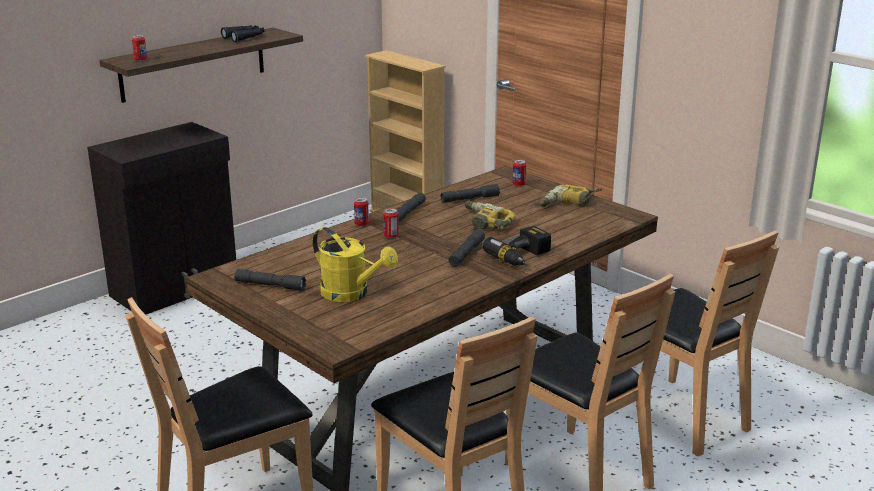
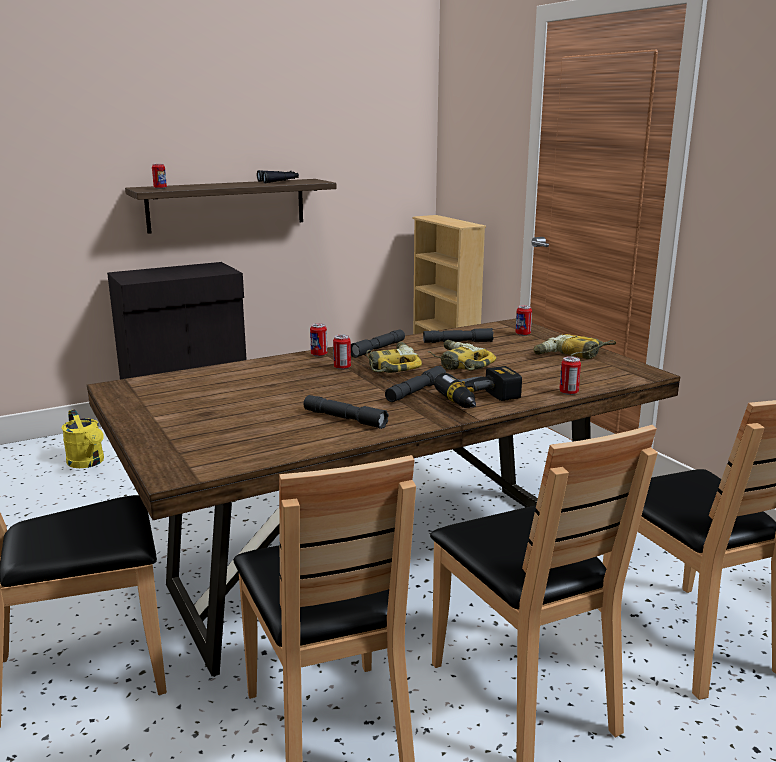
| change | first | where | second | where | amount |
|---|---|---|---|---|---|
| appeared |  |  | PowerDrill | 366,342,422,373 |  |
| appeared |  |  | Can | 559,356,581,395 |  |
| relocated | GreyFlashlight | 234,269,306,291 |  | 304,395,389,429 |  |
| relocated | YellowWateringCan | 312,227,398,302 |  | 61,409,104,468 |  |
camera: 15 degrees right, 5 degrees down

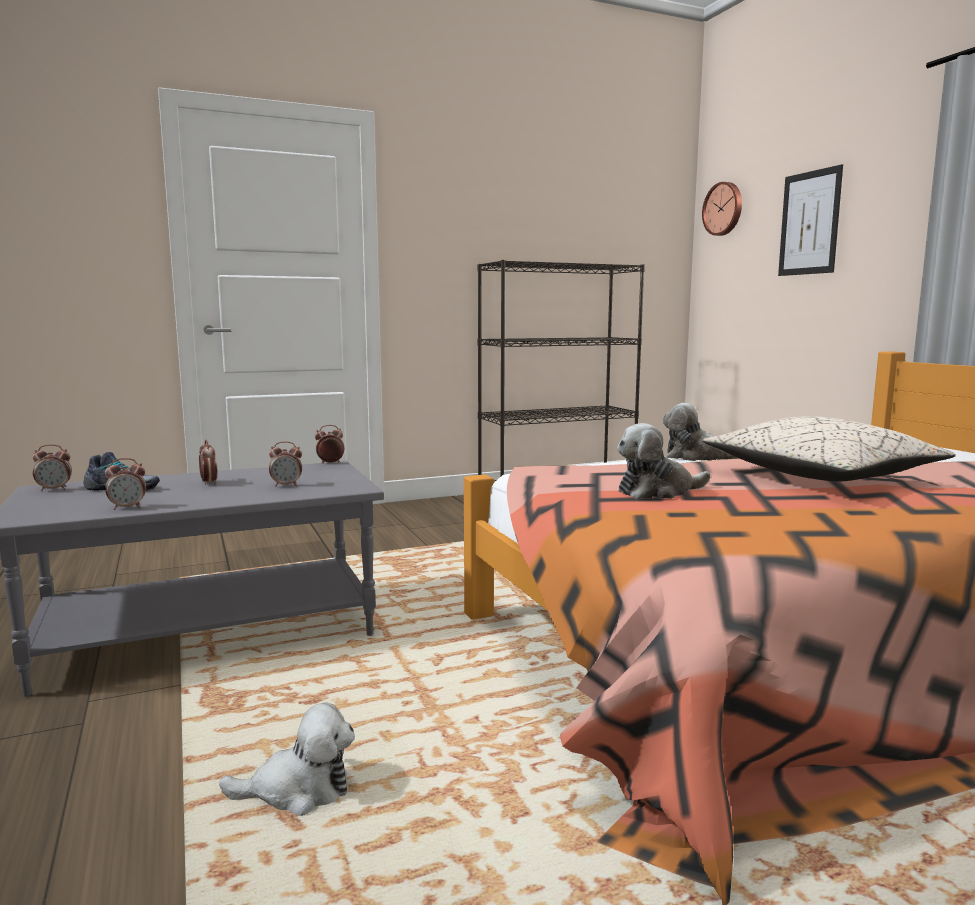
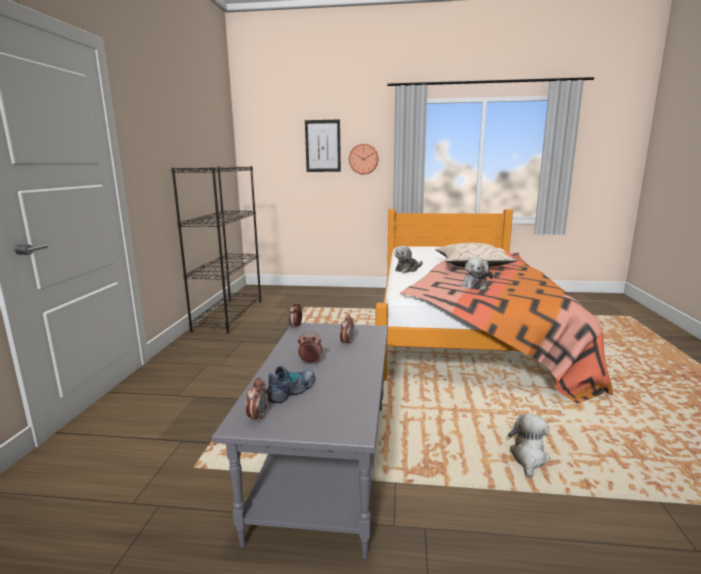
| change | first | where | second | where | amount |
|---|---|---|---|---|---|
| missing | AlarmClock | 105,458,146,510 |  |  |  |
| relocated | WallClock | 702,182,742,236 |  | 349,144,379,174 |  |
camera: 60 degrees left, 5 degrees up

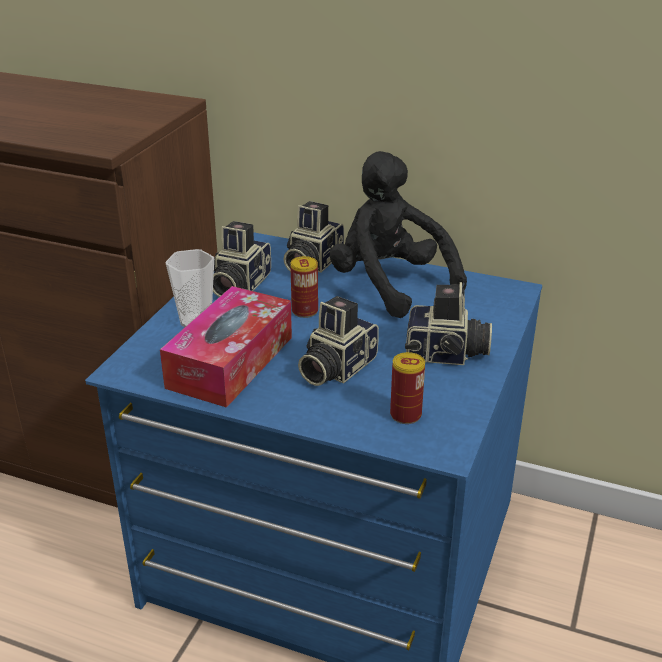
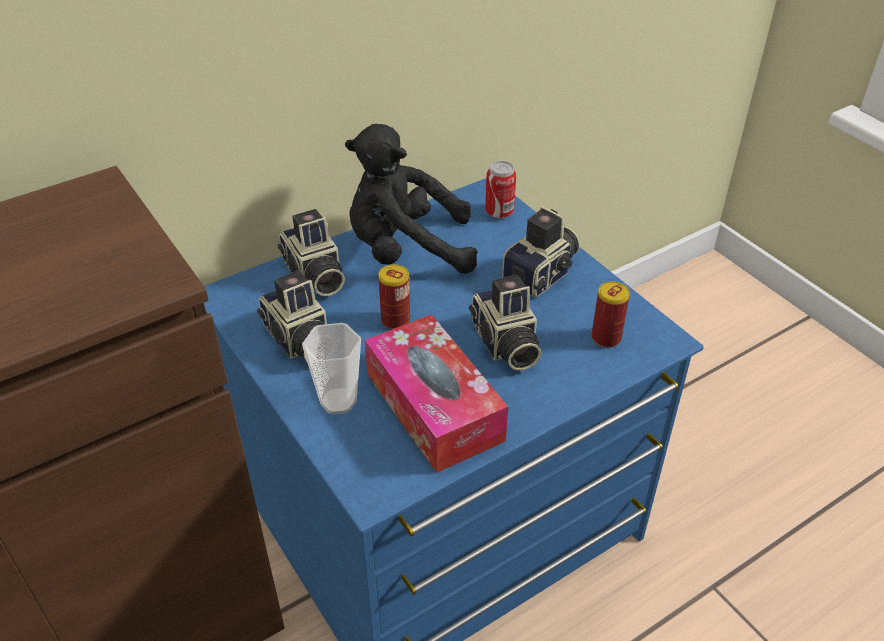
| change | first | where | second | where | amount |
|---|---|---|---|---|---|
| appeared |  |  | Can | 485,161,516,219 |  |
camera: 55 degrees left, 10 degrees up

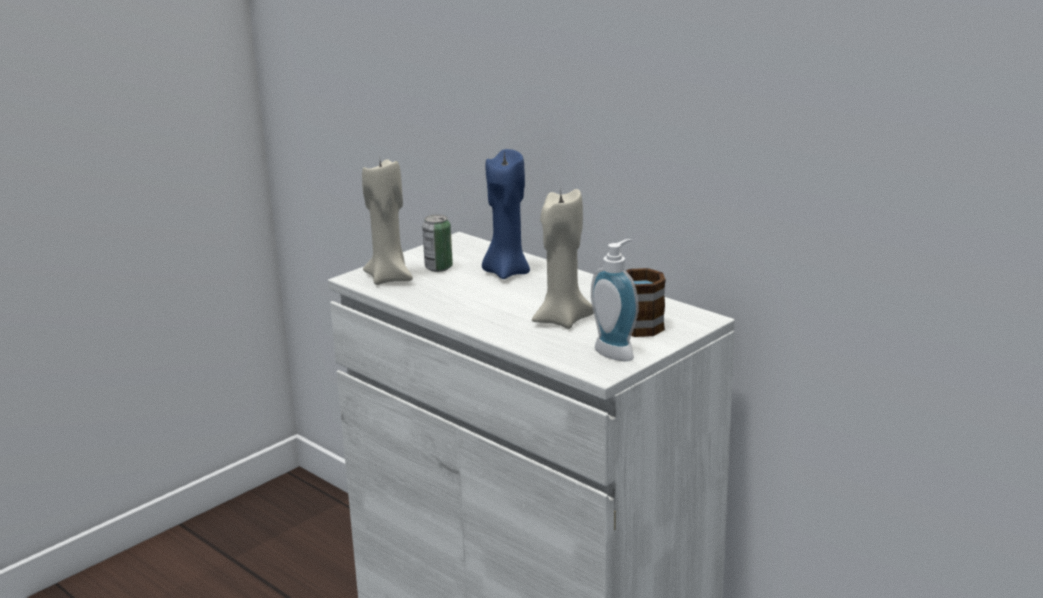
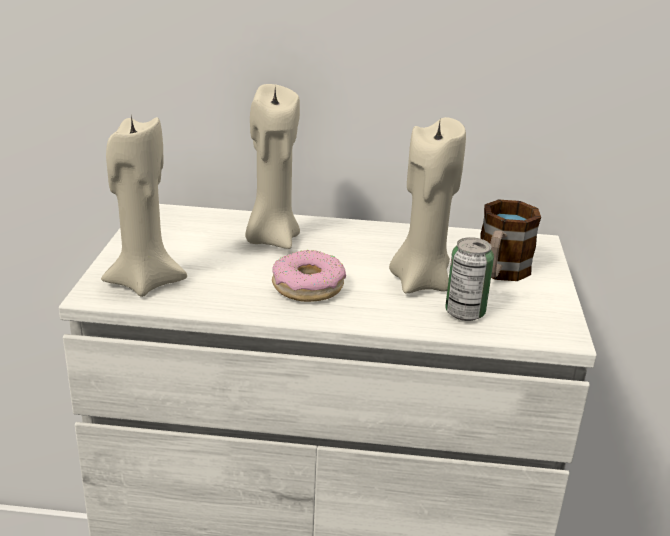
| change | first | where | second | where | amount |
|---|---|---|---|---|---|
| missing | SoapDispenser | 591,239,638,361 |  |  |  |
| appeared |  |  | Donut | 272,250,346,302 |  |
| relocated | Can | 422,214,453,272 |  | 445,237,494,321 |  |
| colour | BlueCandle | 482,149,530,279 | BeigeCandle | 245,84,300,249 |  |
camera: 40 degrees left, 5 degrees up

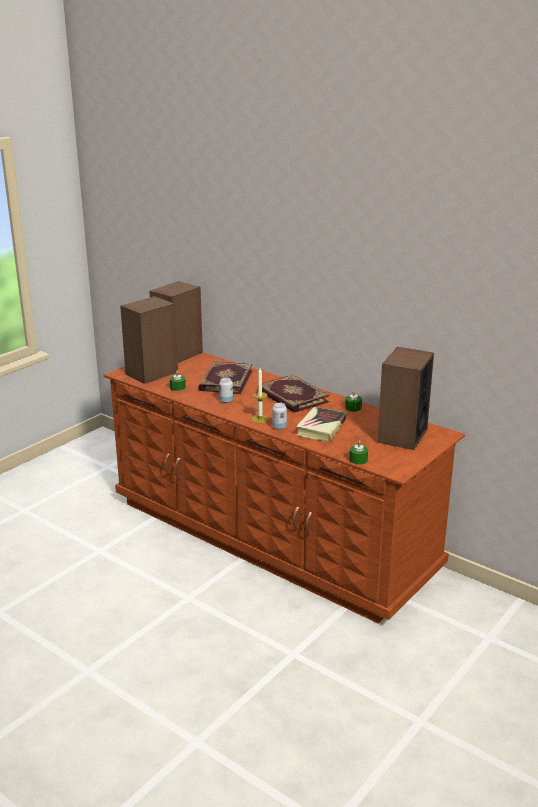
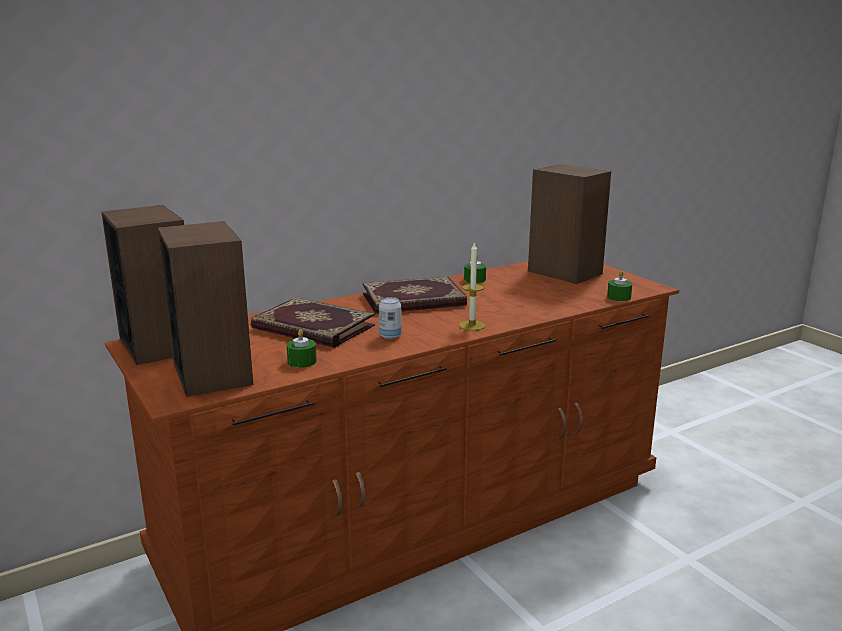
| change | first | where | second | where | amount |
|---|---|---|---|---|---|
| missing | Can | 272,403,287,430 |  |  |  |
| missing | Book | 296,407,346,442 |  |  |  |
camera: 70 degrees left, 5 degrees down

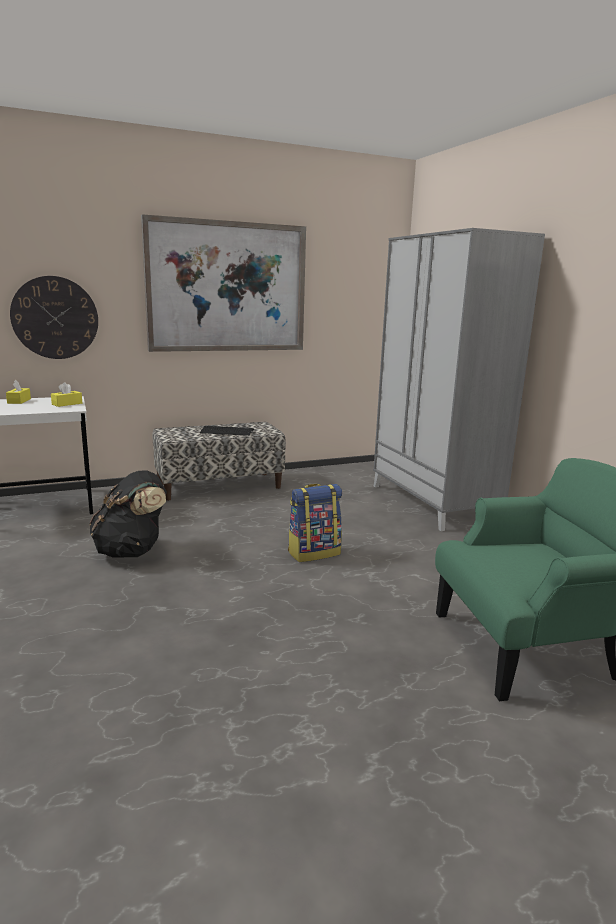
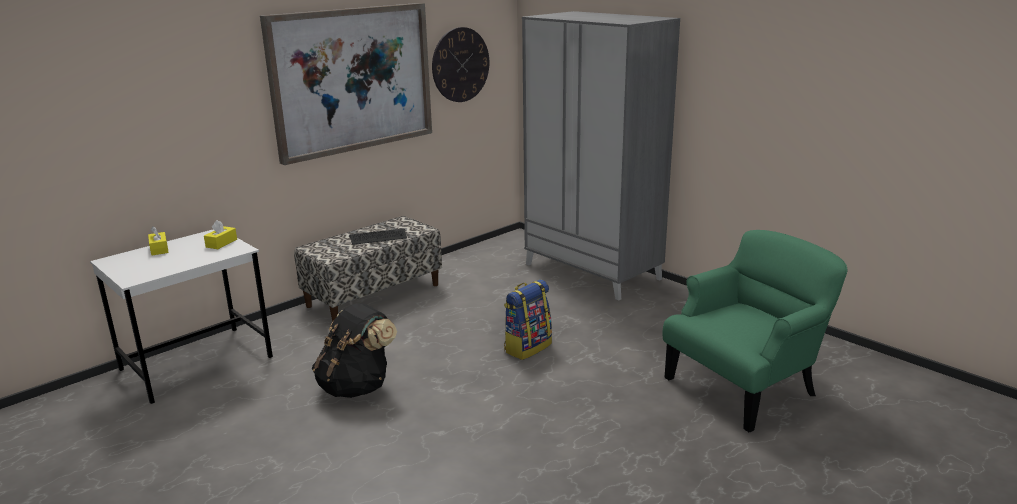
| change | first | where | second | where | amount |
|---|---|---|---|---|---|
| relocated | WallClock | 10,276,98,359 |  | 432,27,489,102 |  |
camera: 20 degrees left, 5 degrees up

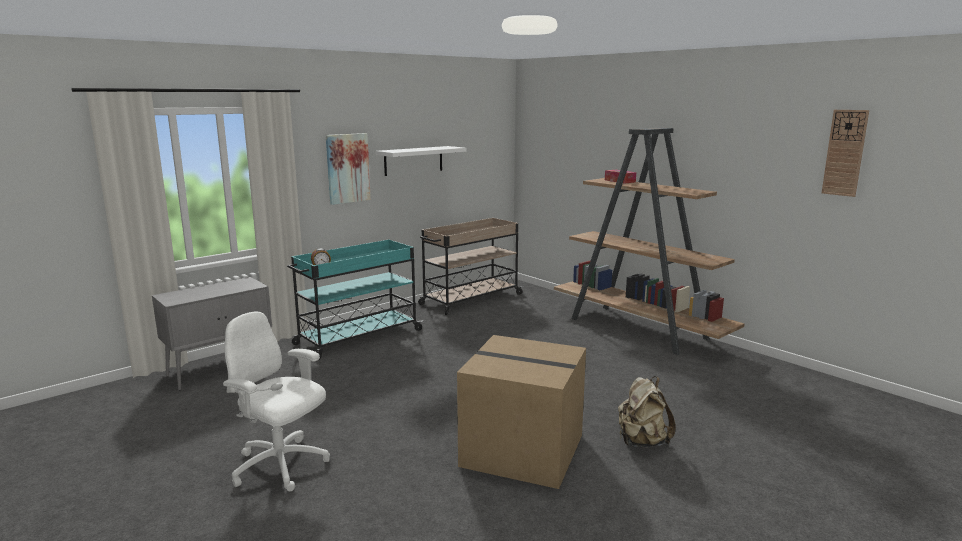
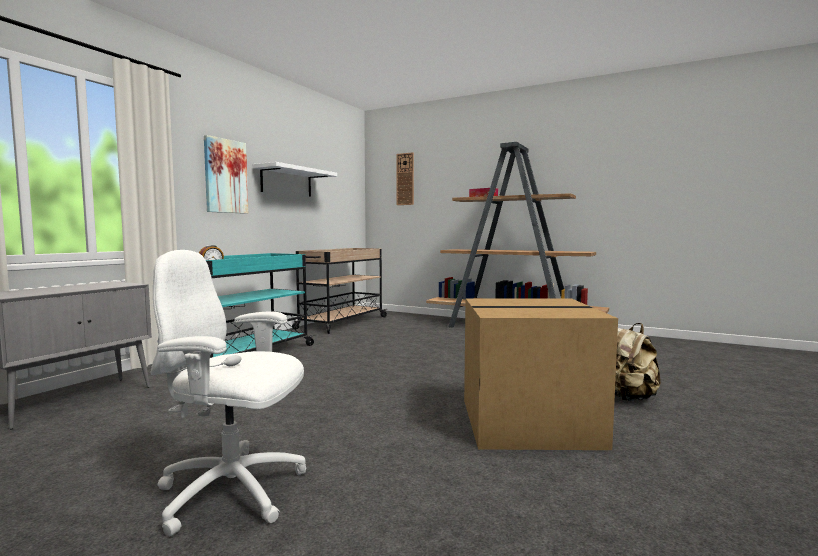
| change | first | where | second | where | amount |
|---|---|---|---|---|---|
| relocated | WallClock | 822,110,869,197 |  | 396,152,414,205 |  |
camera: 20 degrees left, 10 degrees down

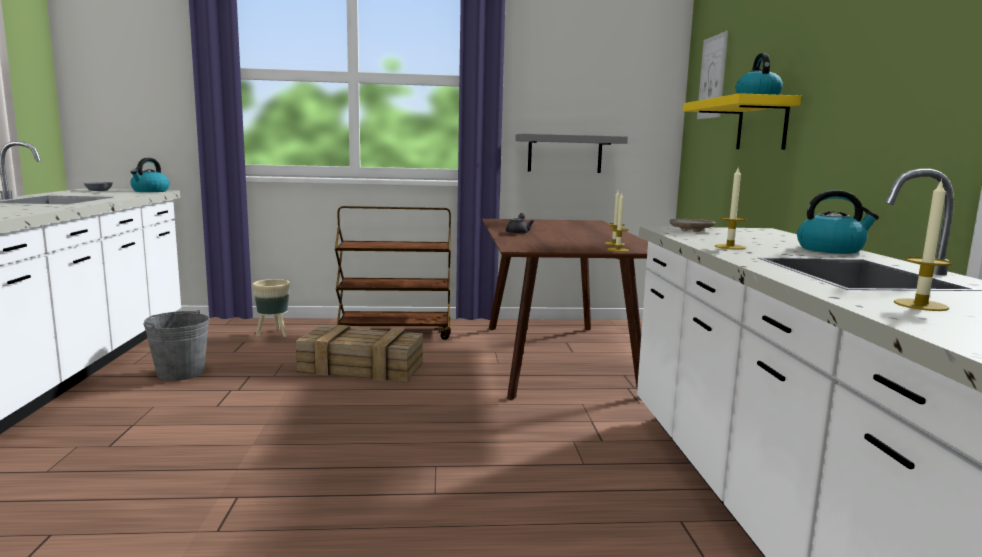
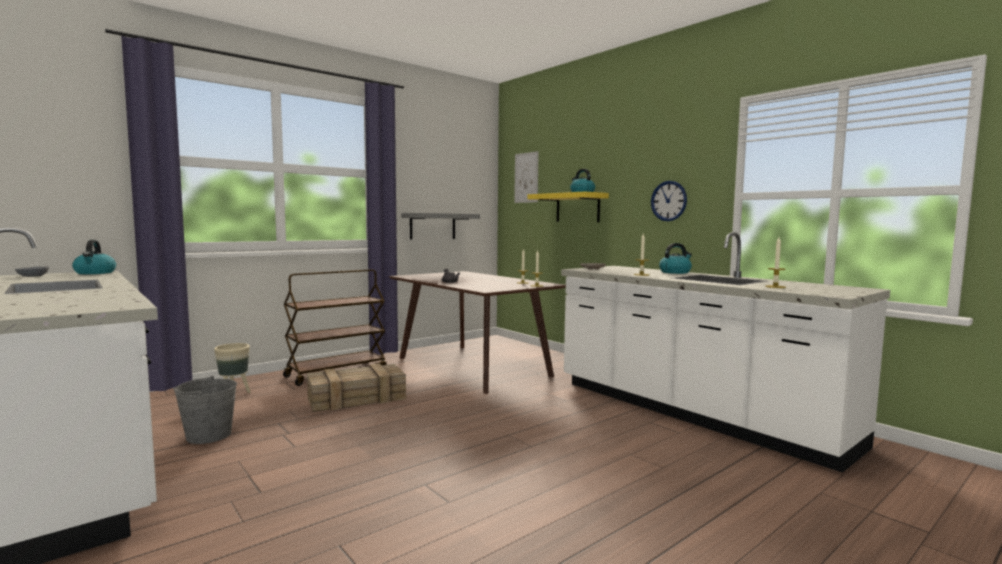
| change | first | where | second | where | amount |
|---|---|---|---|---|---|
| appeared |  |  | WallClock | 651,181,687,221 |  |
camera: 35 degrees left, 5 degrees down

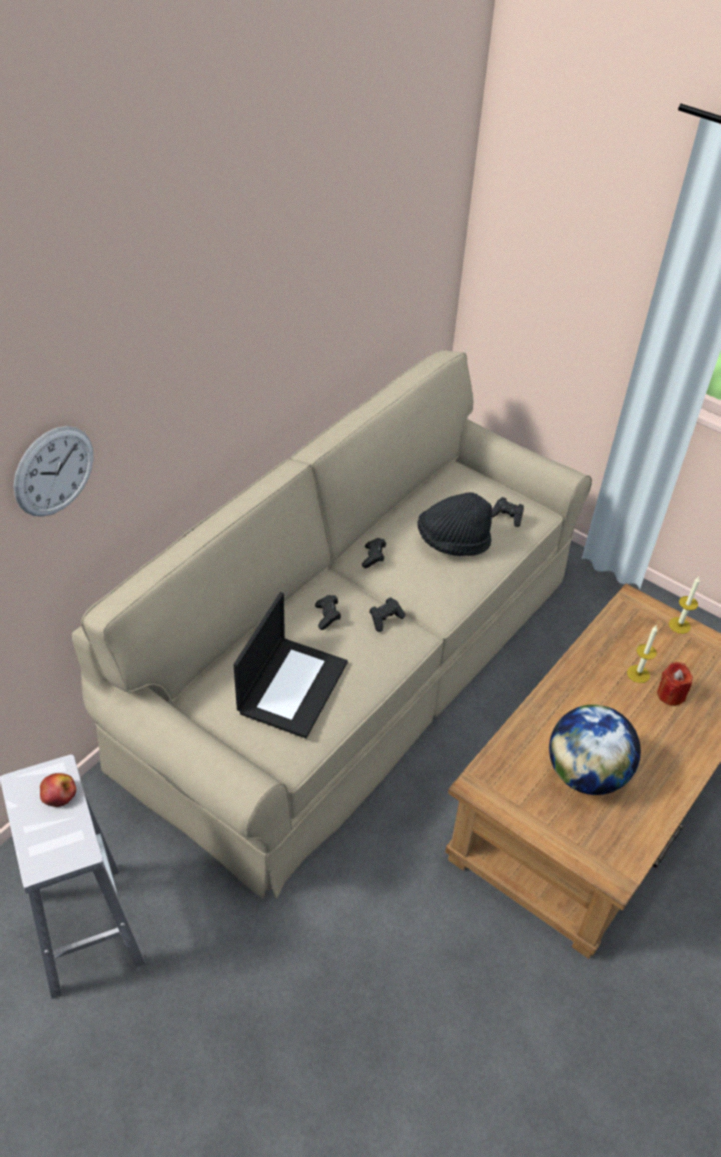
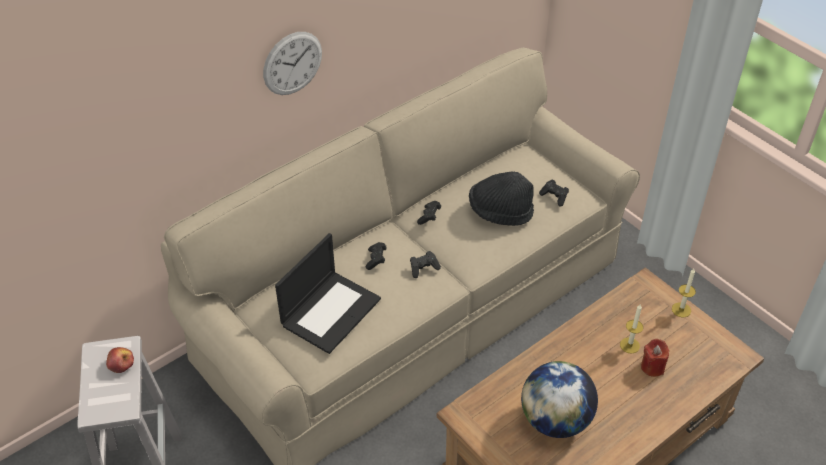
| change | first | where | second | where | amount |
|---|---|---|---|---|---|
| relocated | WallClock | 14,426,94,517 |  | 263,32,322,95 |  |
camera: 15 degrees right, 0 degrees up

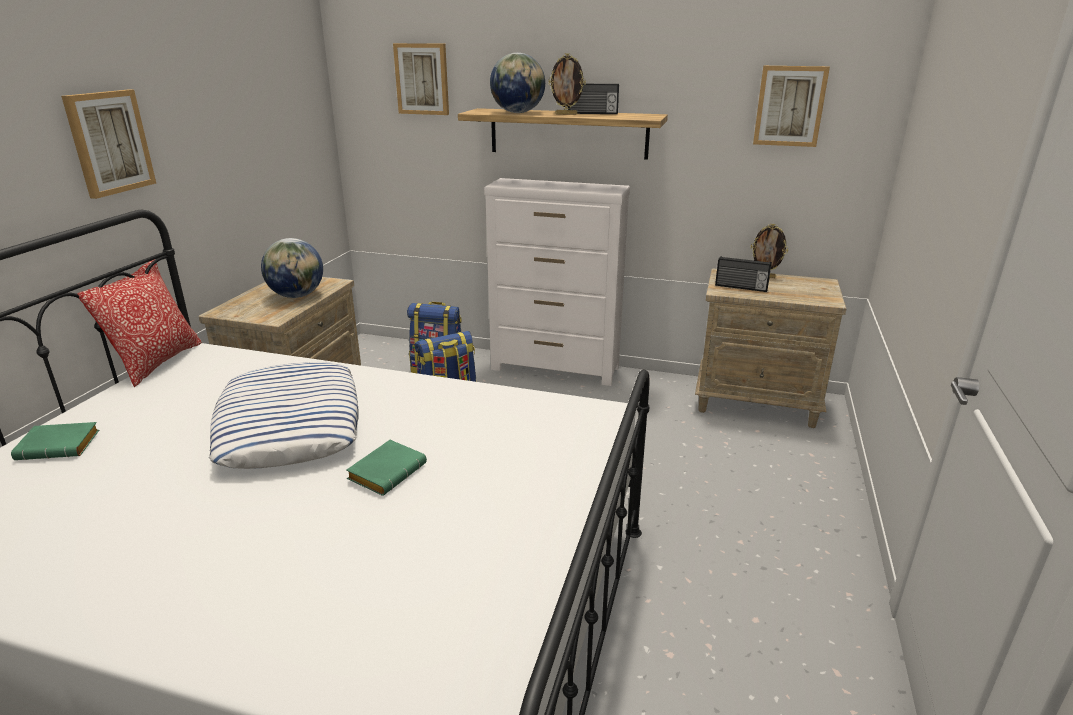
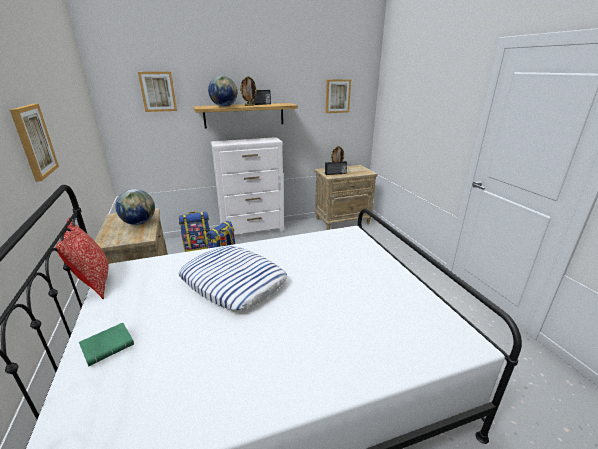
| change | first | where | second | where | amount |
|---|---|---|---|---|---|
| missing | GreenBook | 346,440,427,496 |  |  |  |
camera: 35 degrees left, 0 degrees up

